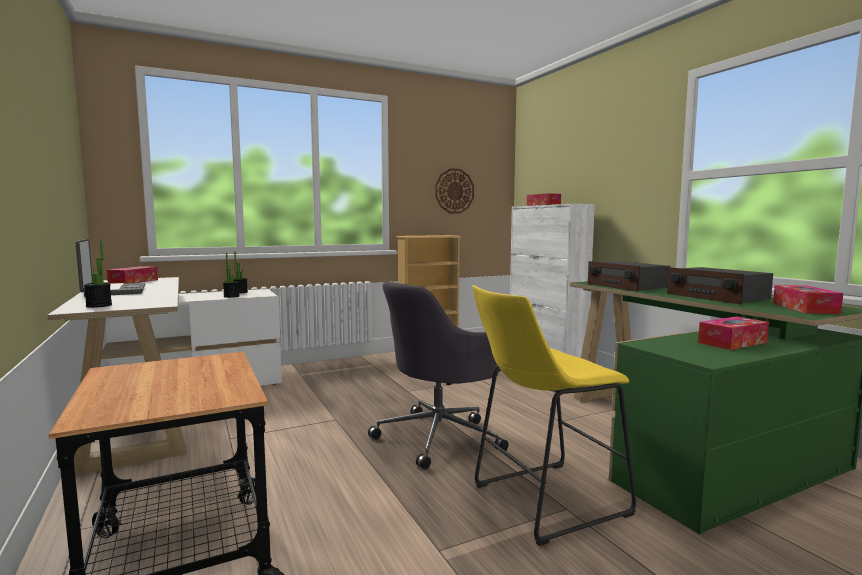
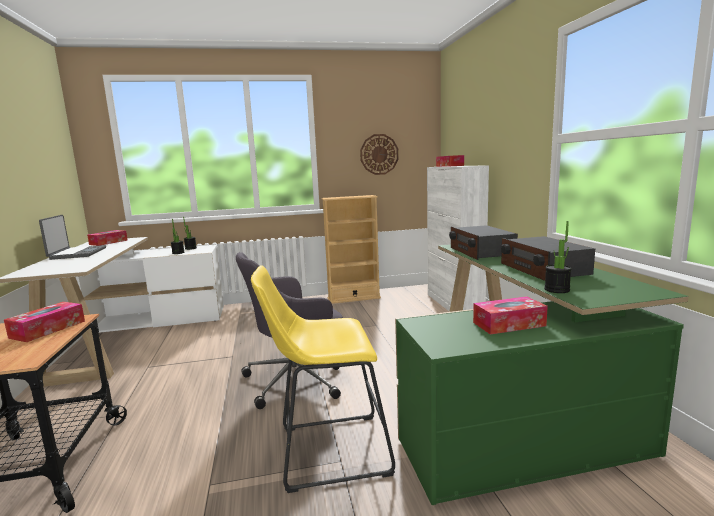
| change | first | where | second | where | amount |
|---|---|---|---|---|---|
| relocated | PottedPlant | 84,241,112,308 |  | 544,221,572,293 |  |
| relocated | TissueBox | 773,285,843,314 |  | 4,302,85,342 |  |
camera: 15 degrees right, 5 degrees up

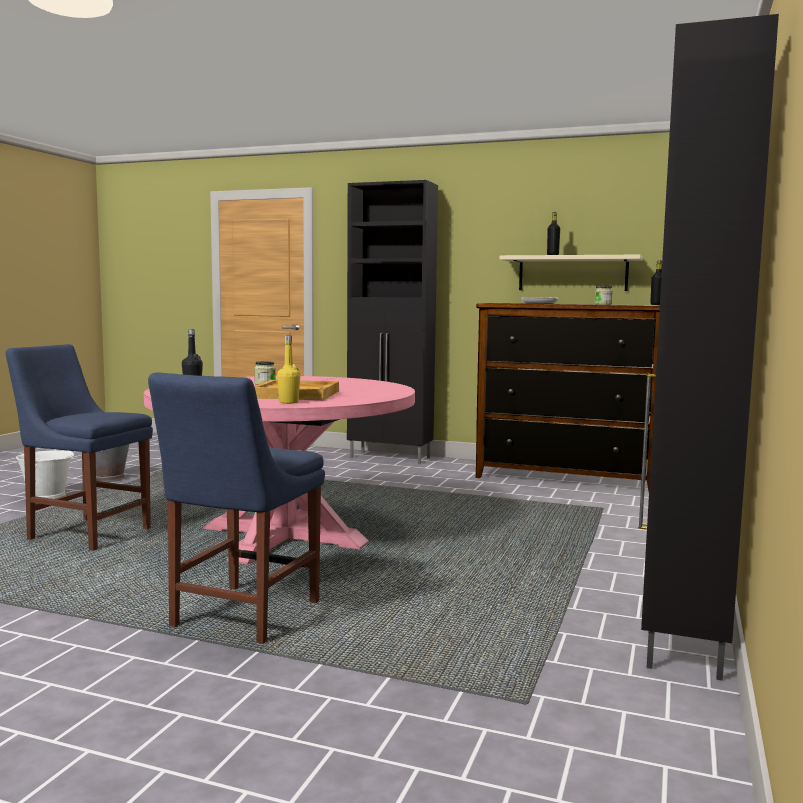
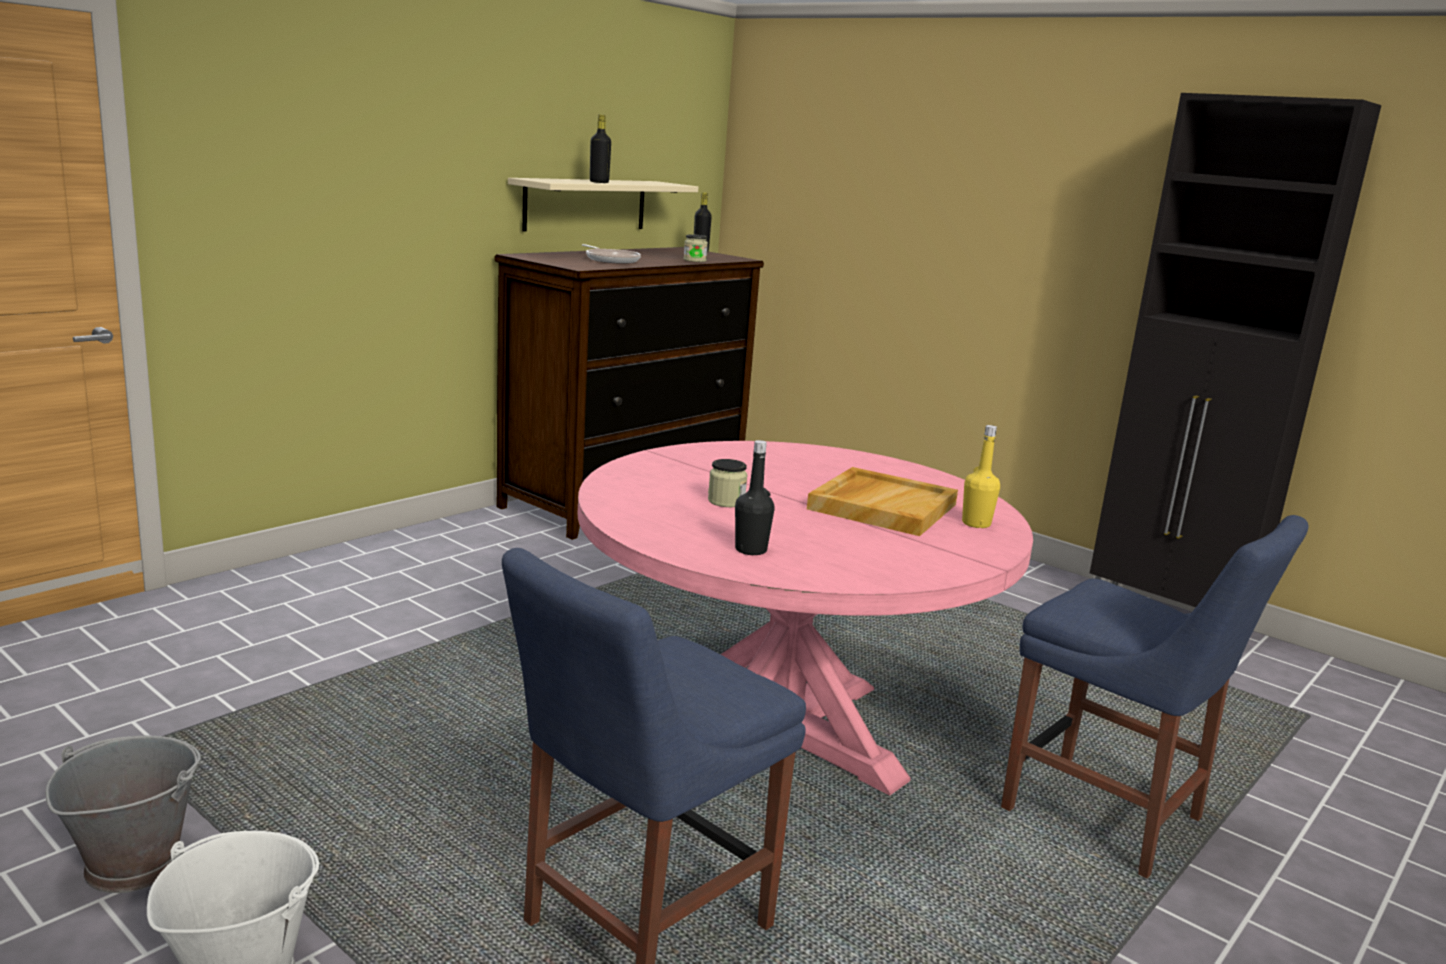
| change | first | where | second | where | amount |
|---|---|---|---|---|---|
| missing | BlackCabinet | 347,180,438,464 |  |  |  |
camera: 70 degrees left, 10 degrees up

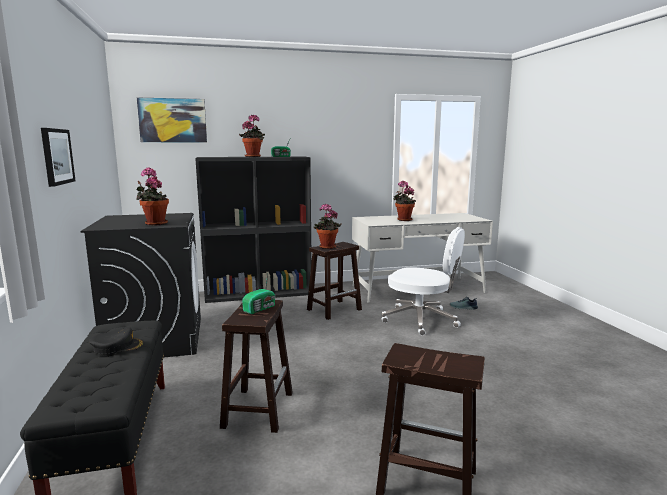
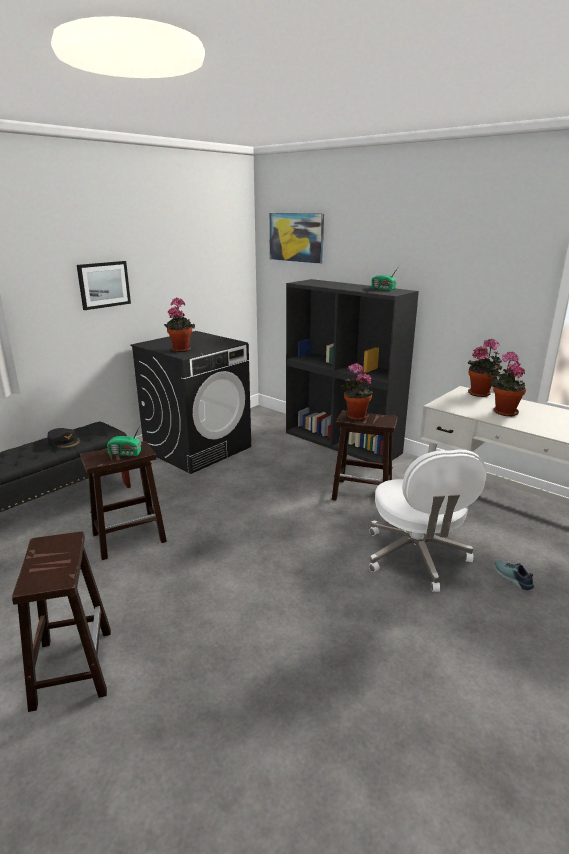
| change | first | where | second | where | amount |
|---|---|---|---|---|---|
| relocated | PottedPlant | 239,114,265,157 |  | 468,339,502,397 |  |
camera: 55 degrees right, 10 degrees up

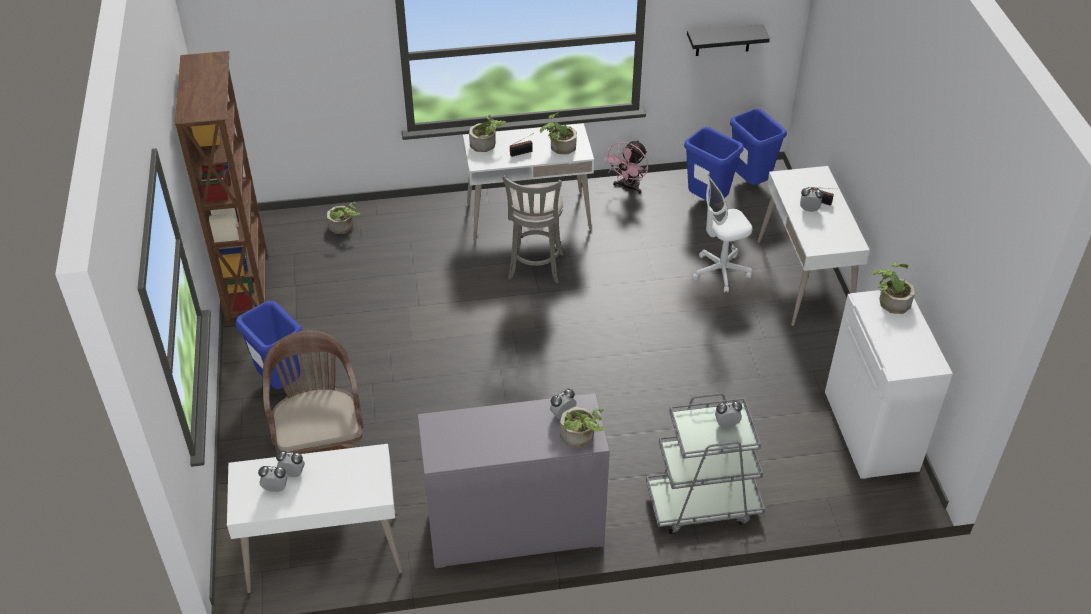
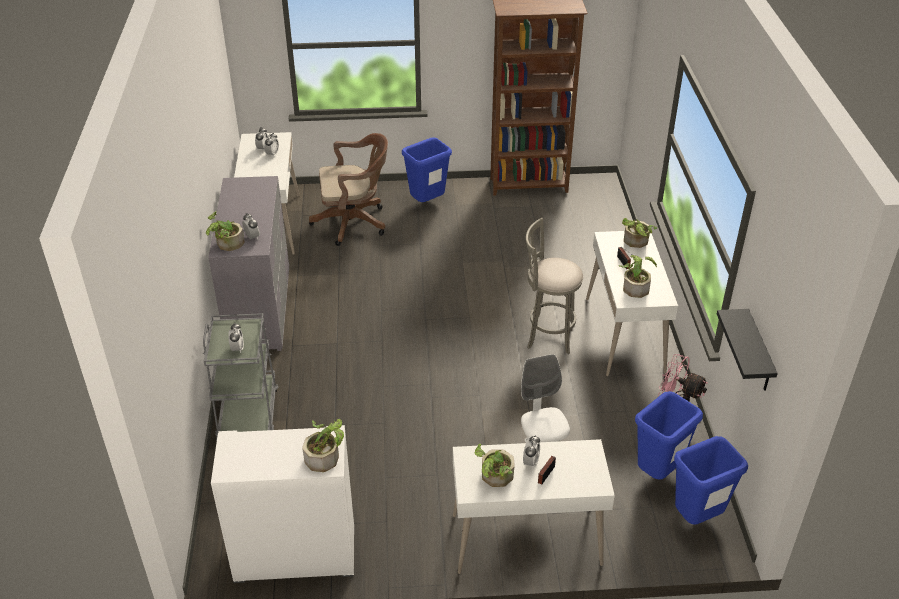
| change | first | where | second | where | amount |
|---|---|---|---|---|---|
| relocated | PottedPlant | 327,202,360,234 |  | 474,444,515,487 |  |
camera: 95 degrees right, 5 degrees down

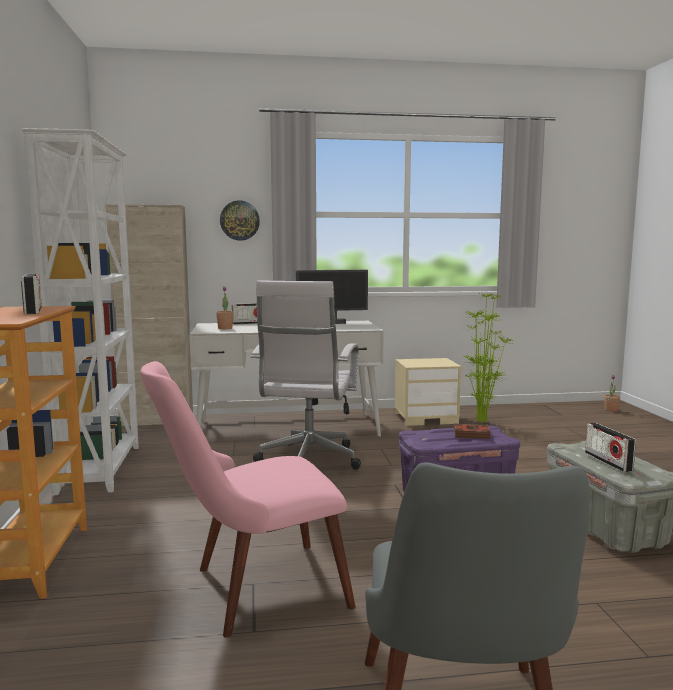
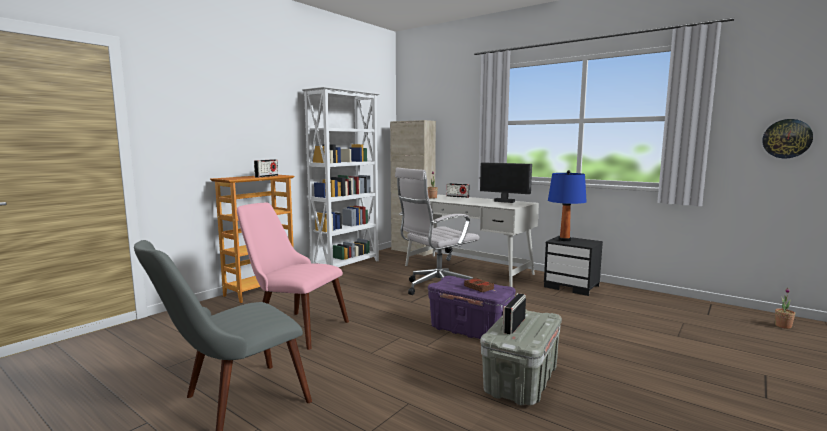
| change | first | where | second | where | amount |
|---|---|---|---|---|---|
| missing | PottedPlant | 464,293,513,423 |  |  |  |
| appeared |  |  | BlueTableLamp | 548,170,587,241 |  |
| relocated | WallClock | 220,201,260,241 |  | 762,119,813,158 |  |
| colour | BeigeNightstand | 395,358,462,426 | BlackNightstand | 544,236,603,296 |  |
camera: 45 degrees right, 0 degrees up

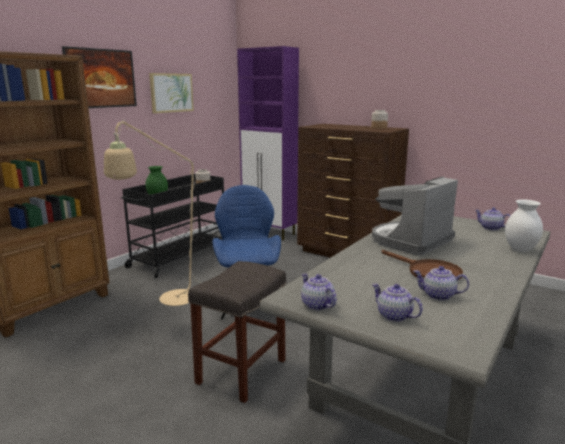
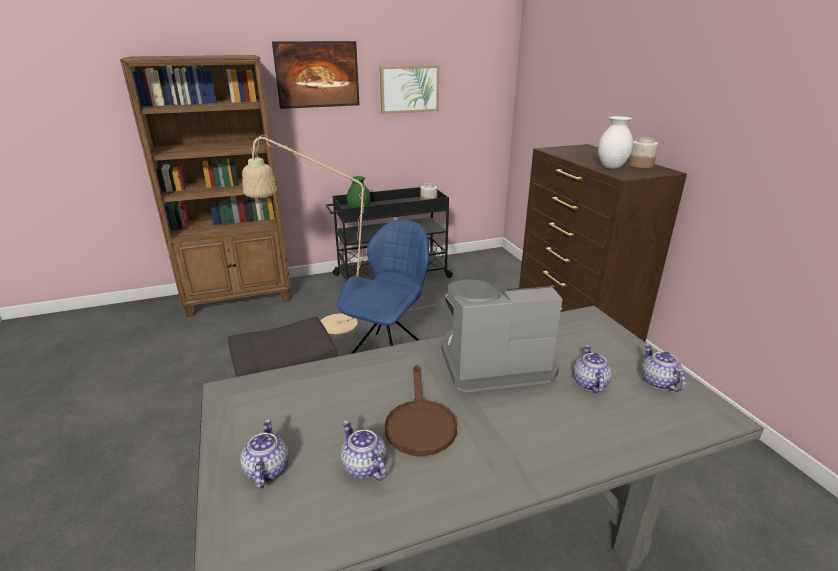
| change | first | where | second | where | amount |
|---|---|---|---|---|---|
| missing | PurpleCabinet | 237,46,299,240 |  |  |  |
| relocated | Teapot | 301,273,337,310 |  | 573,345,612,393 |  |
| relocated | WhiteVase | 505,199,543,252 |  | 598,116,633,169 |  |
camera: 35 degrees right, 10 degrees up

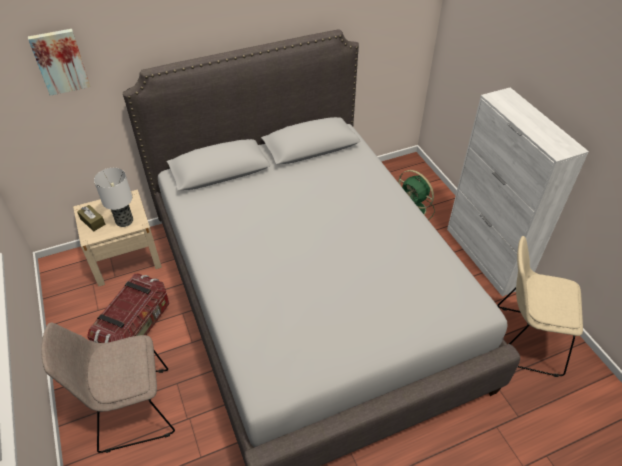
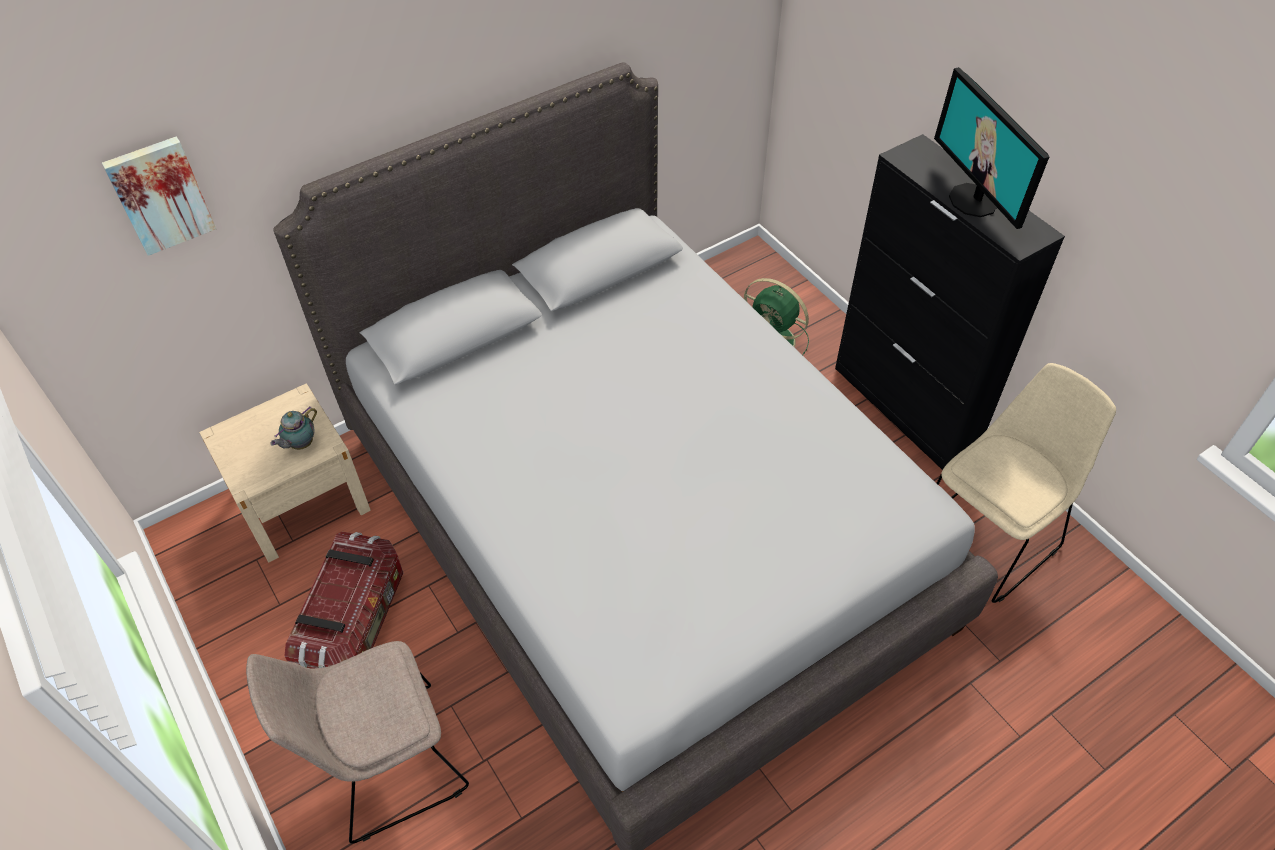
| change | first | where | second | where | amount |
|---|---|---|---|---|---|
| missing | BrownTissueBox | 77,205,105,231 |  |  |  |
| appeared |  |  | Monitor | 934,67,1049,229 |  |
| exchanged | TableLamp | 94,168,133,227 | Teapot | 270,406,317,450 |  |
| colour | WhiteCabinet | 447,88,589,297 | BlackCabinet | 835,134,1065,470 |  |
| spun | BeigeChair | 497,236,583,377 |  | 937,363,1116,603 | 135 degrees clockwise |
camera: 10 degrees left, 5 degrees up

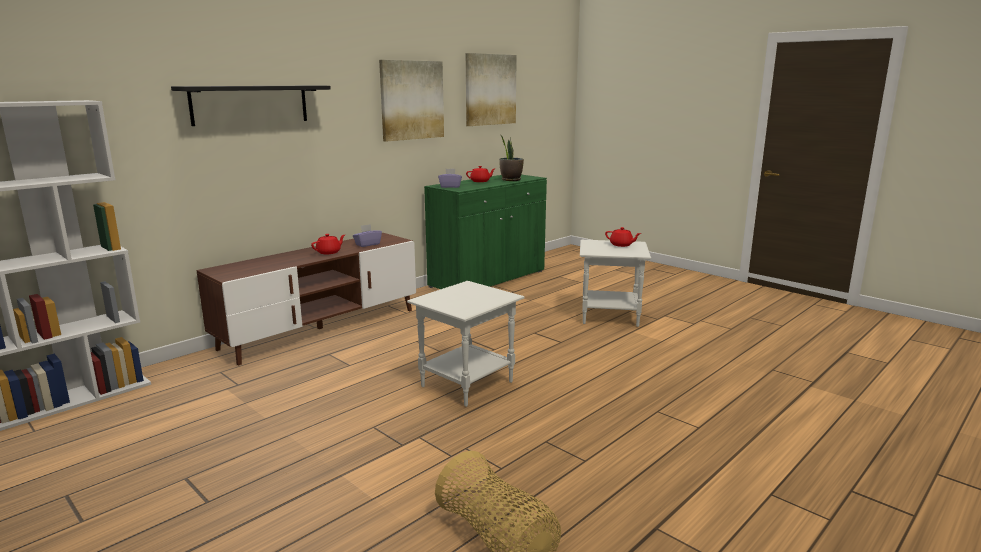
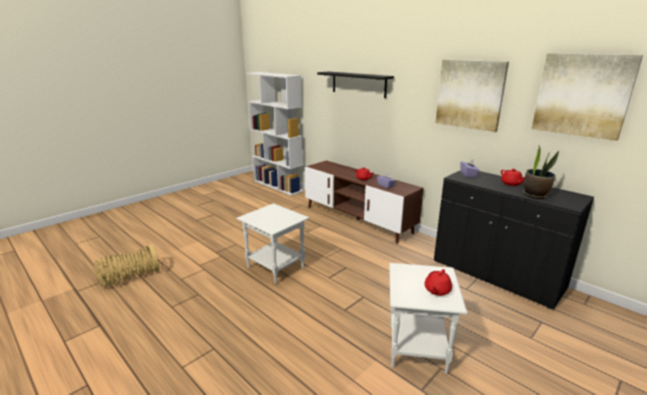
| change | first | where | second | where | amount |
|---|---|---|---|---|---|
| colour | GreenCabinet | 424,175,547,289 | BlackCabinet | 434,170,594,310 |  |
camera: 90 degrees right, 5 degrees up

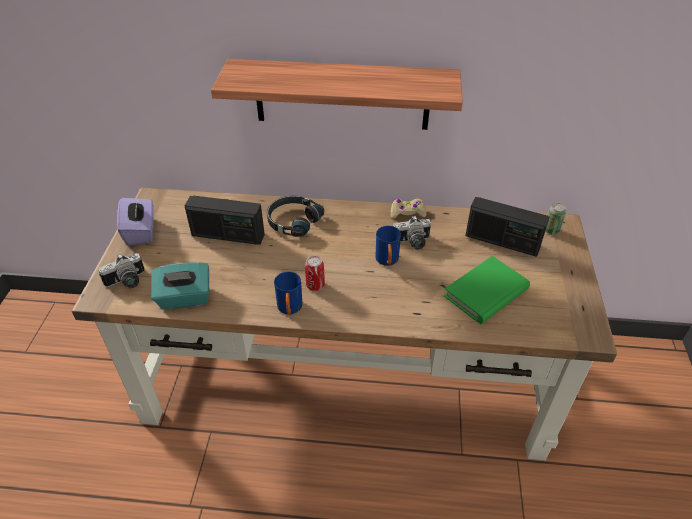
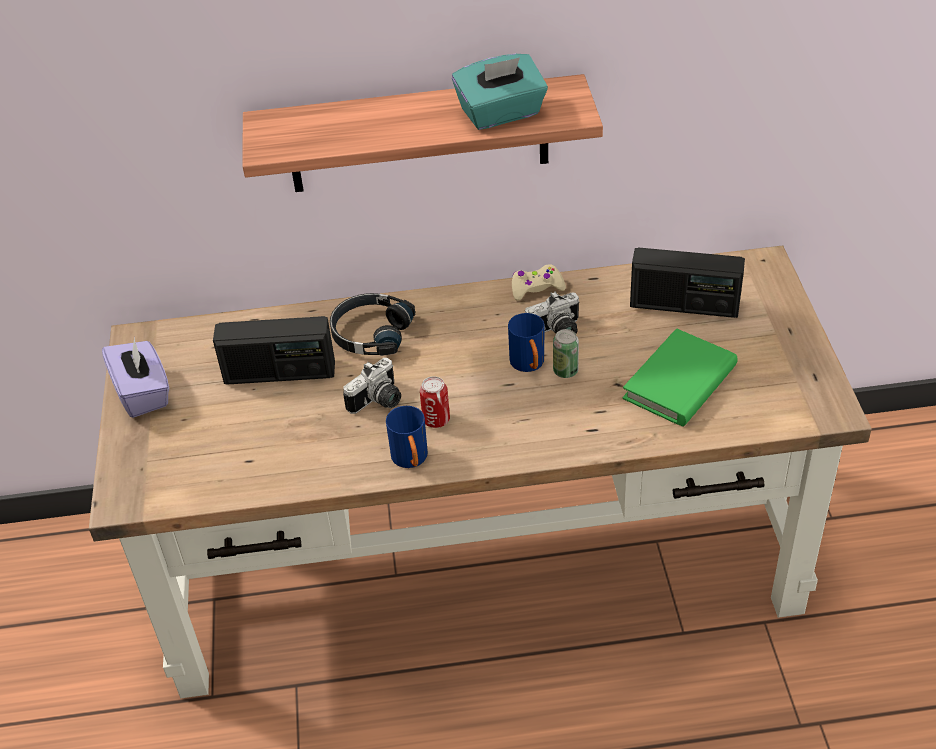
| change | first | where | second | where | amount |
|---|---|---|---|---|---|
| relocated | PhotoCamera | 98,253,145,288 |  | 343,358,401,414 |  |
| relocated | TurquoiseTissueBox | 151,262,209,309 |  | 452,54,548,130 |  |
| relocated | Can | 545,203,566,235 |  | 553,329,579,378 |  |
camera: 10 degrees left, 0 degrees up

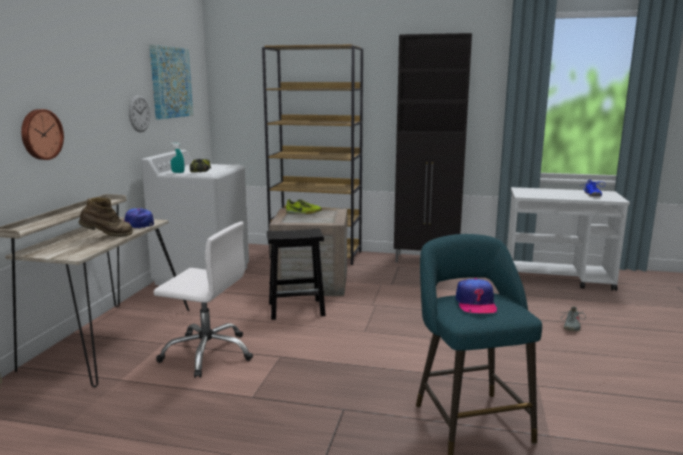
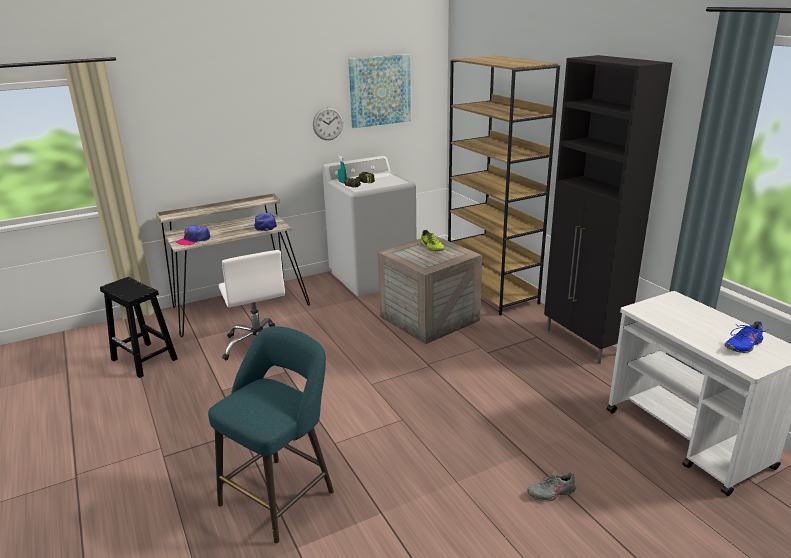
| change | first | where | second | where | amount |
|---|---|---|---|---|---|
| missing | WallClock | 21,109,64,160 |  |  |  |
| missing | BrownBoot | 78,197,133,237 |  |  |  |
| relocated | BlackStool | 267,229,326,320 |  | 100,277,178,378 |  |
| relocated | Cap | 455,278,497,313 |  | 176,225,210,246 |  |
camera: 50 degrees right, 10 degrees up

